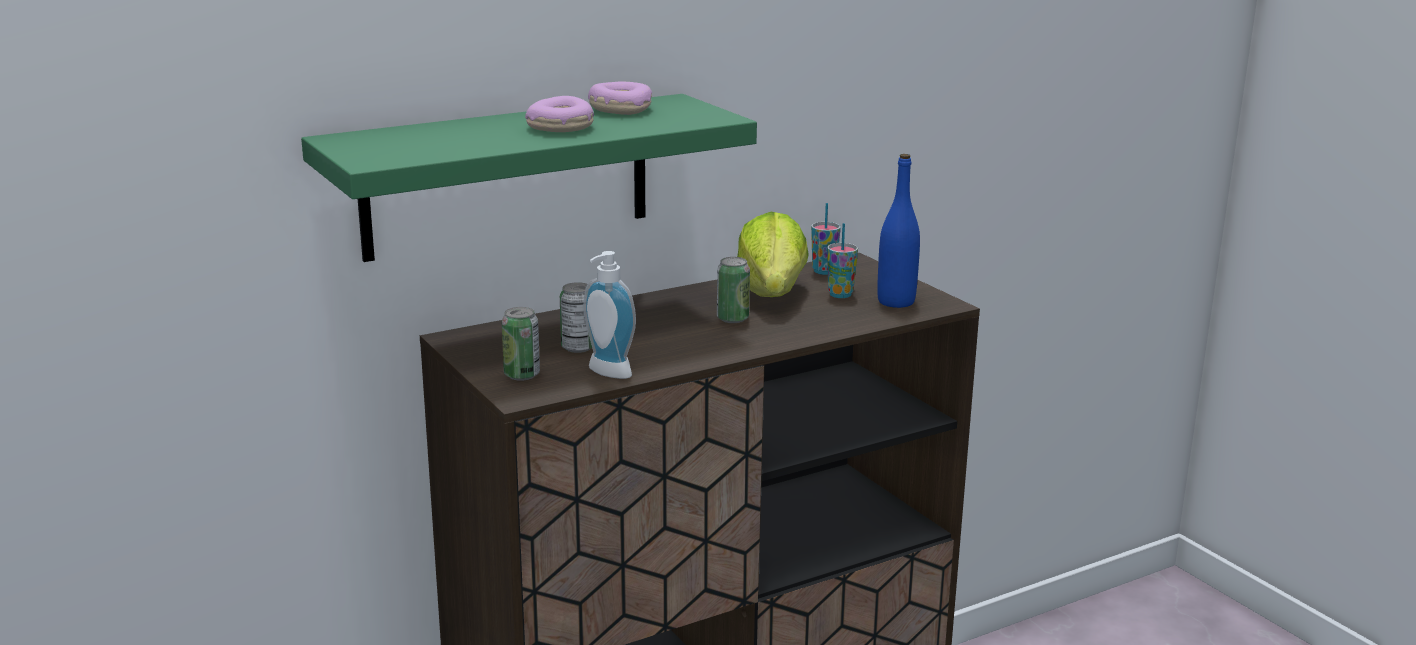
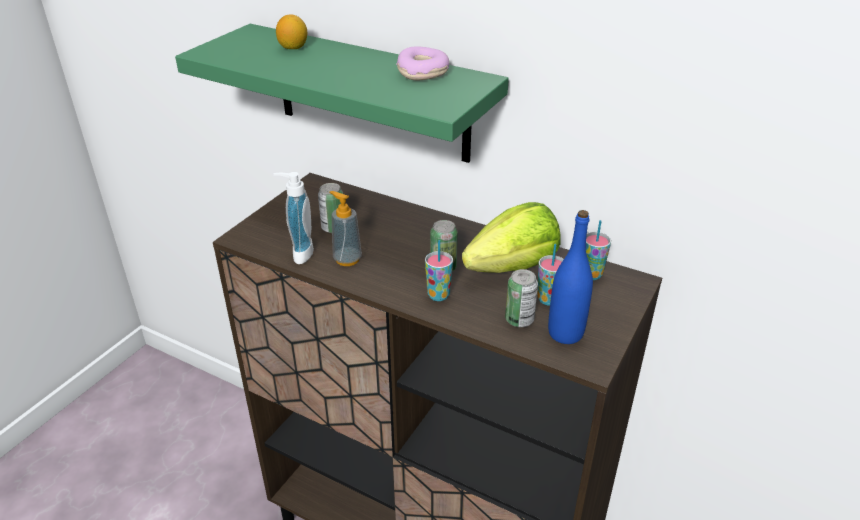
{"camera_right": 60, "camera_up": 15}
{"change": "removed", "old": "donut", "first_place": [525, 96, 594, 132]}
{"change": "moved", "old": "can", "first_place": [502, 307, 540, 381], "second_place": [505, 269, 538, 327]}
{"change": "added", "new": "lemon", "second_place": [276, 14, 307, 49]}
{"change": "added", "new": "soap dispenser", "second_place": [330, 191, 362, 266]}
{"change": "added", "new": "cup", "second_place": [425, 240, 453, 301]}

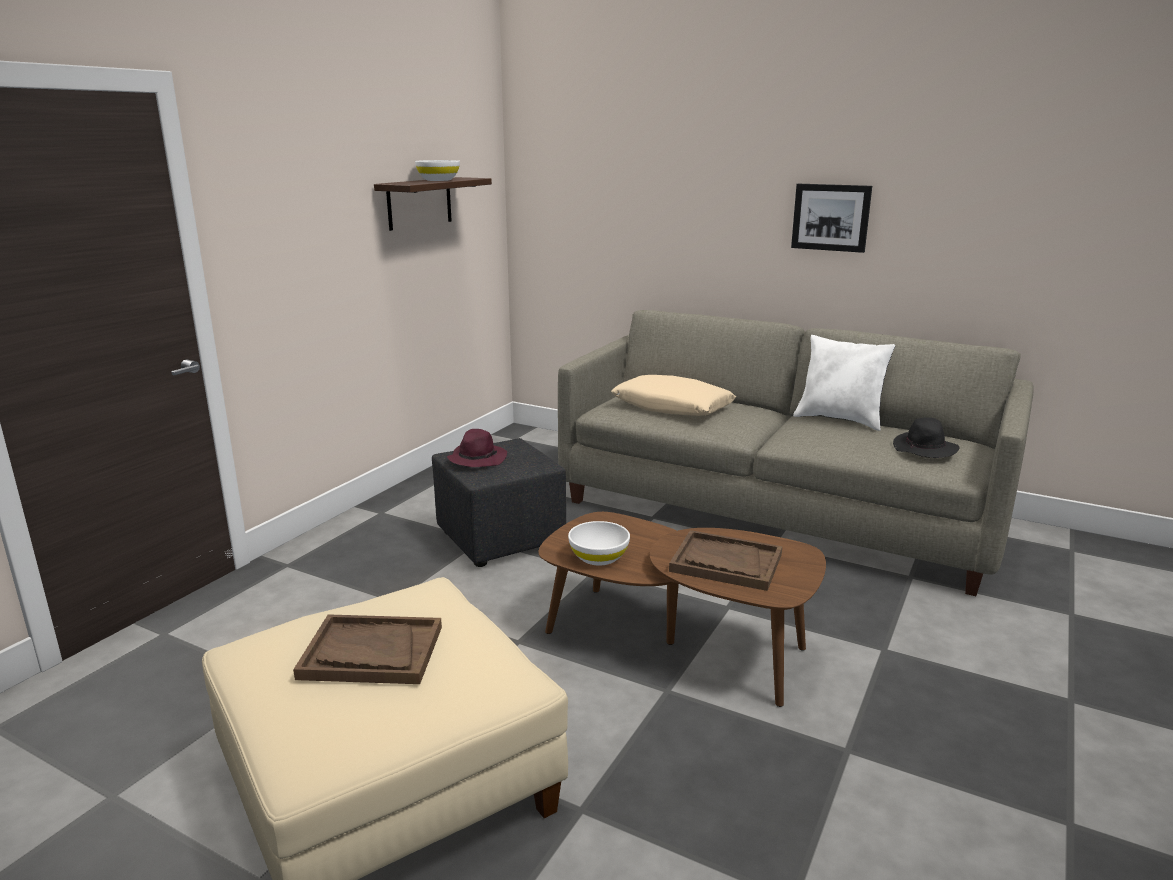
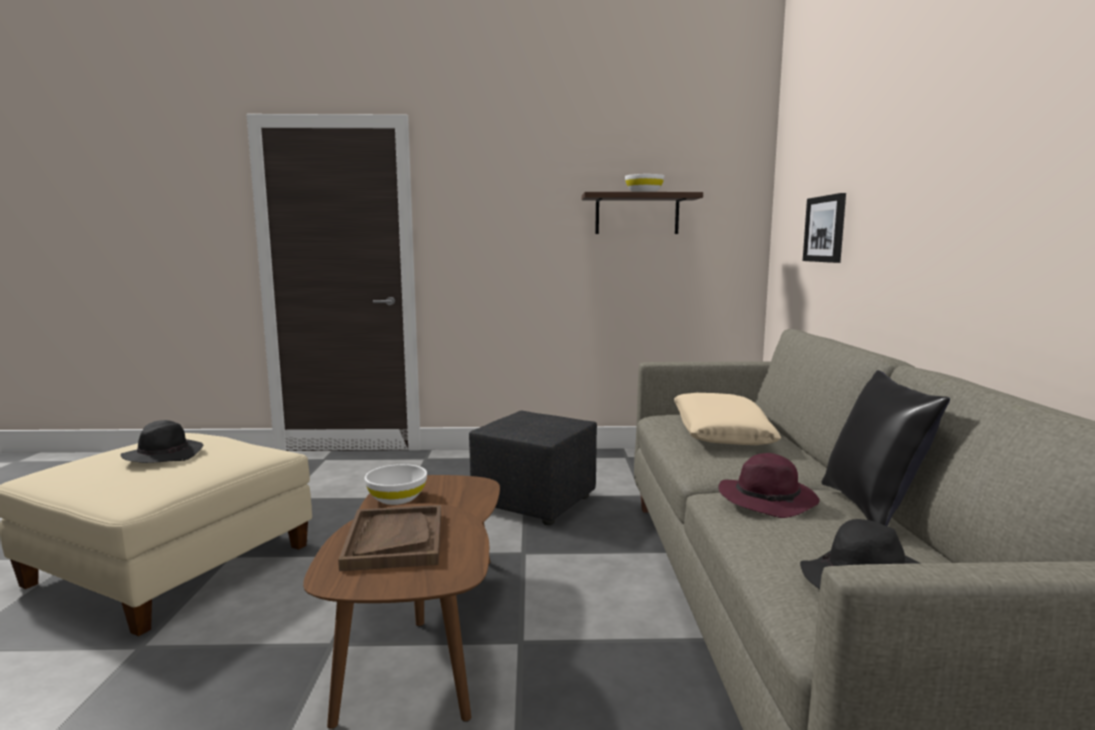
{"camera_right": 60, "camera_up": -10}
{"change": "moved", "old": "picture", "first_place": [791, 184, 872, 253], "second_place": [803, 193, 846, 263]}
{"change": "recoloured", "old": "white pillow", "new": "black pillow", "first_place": [793, 335, 895, 431], "second_place": [821, 370, 950, 526]}
{"change": "moved", "old": "purple hat", "first_place": [447, 429, 507, 467], "second_place": [718, 453, 820, 518]}
{"change": "replaced", "old": "brown tray", "new": "black hat", "first_place": [293, 614, 442, 684], "second_place": [121, 420, 203, 463]}

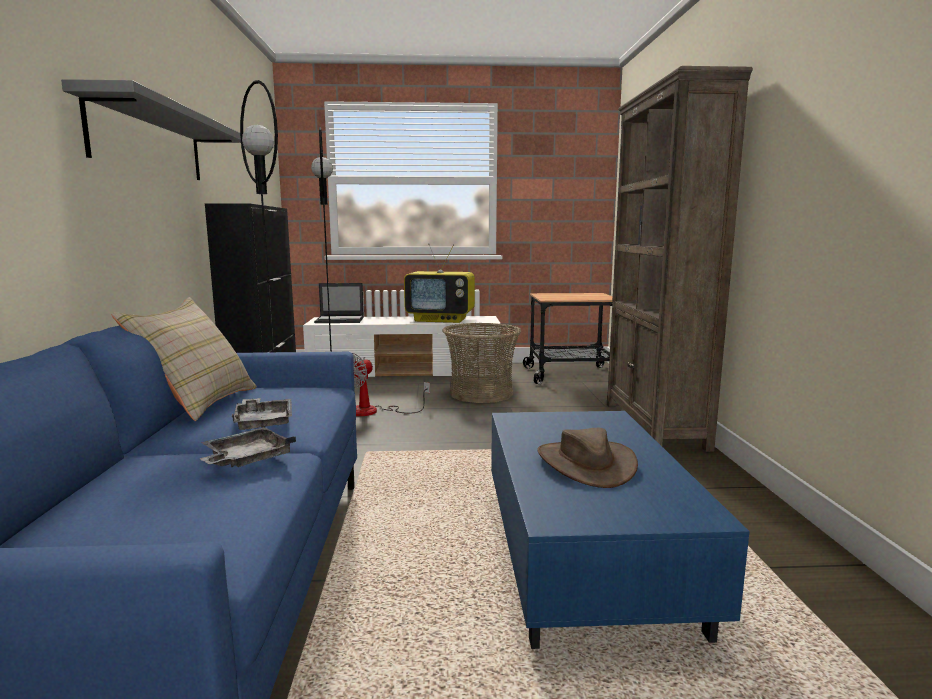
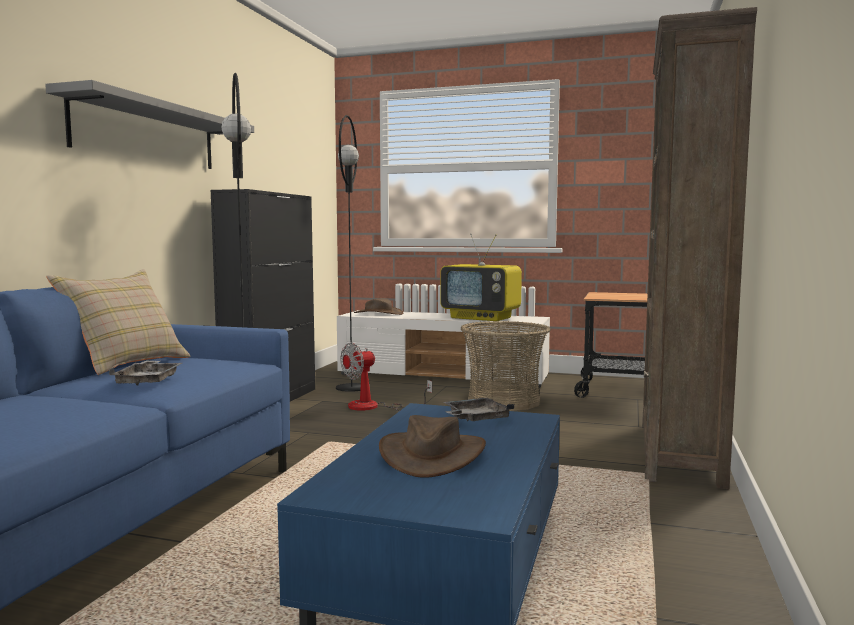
{"camera_right": 20, "camera_up": -5}
{"change": "replaced", "old": "laptop", "new": "brown hat", "first_place": [314, 283, 364, 323], "second_place": [354, 298, 403, 315]}
{"change": "moved", "old": "grey tray", "first_place": [199, 427, 296, 467], "second_place": [444, 398, 514, 421]}

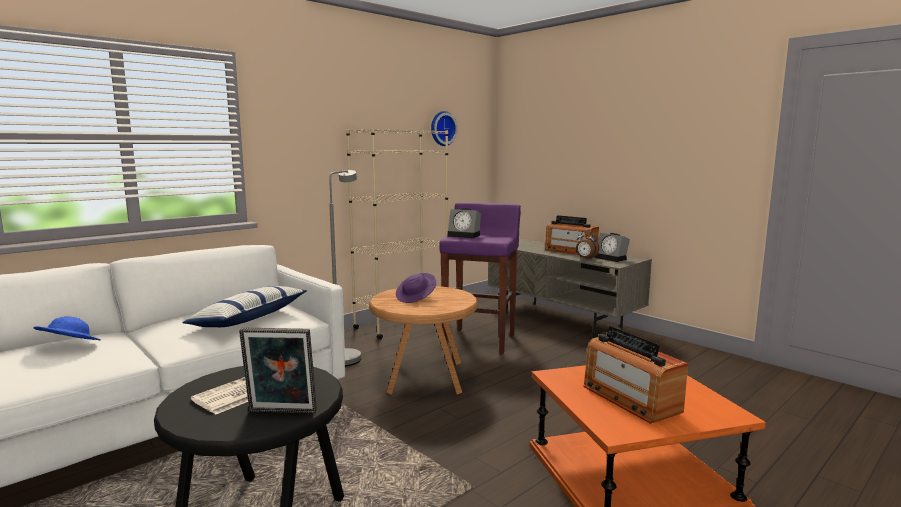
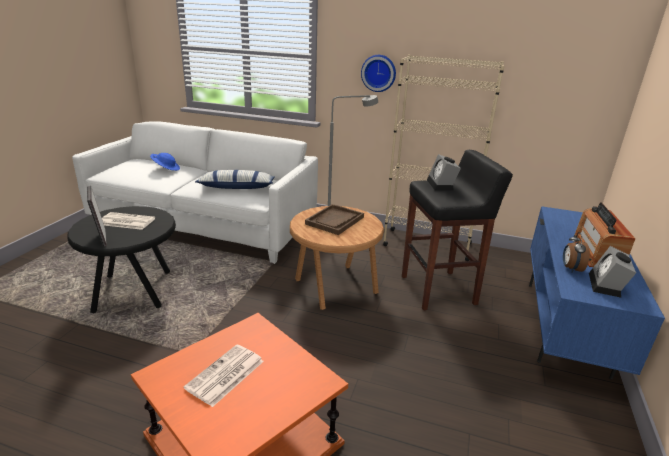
{"camera_right": 60, "camera_up": 15}
{"change": "moved", "old": "wall clock", "first_place": [431, 111, 458, 146], "second_place": [361, 55, 396, 92]}
{"change": "recoloured", "old": "purple stool", "new": "black stool", "first_place": [439, 202, 521, 354], "second_place": [402, 150, 513, 310]}
{"change": "recoloured", "old": "grey tv stand", "new": "blue tv stand", "first_place": [488, 239, 652, 338], "second_place": [529, 206, 665, 380]}
{"change": "replaced", "old": "purple hat", "new": "brown tray", "first_place": [396, 273, 436, 303], "second_place": [305, 204, 364, 235]}
{"change": "replaced", "old": "radio", "new": "newspaper", "first_place": [584, 326, 688, 424], "second_place": [184, 344, 264, 407]}

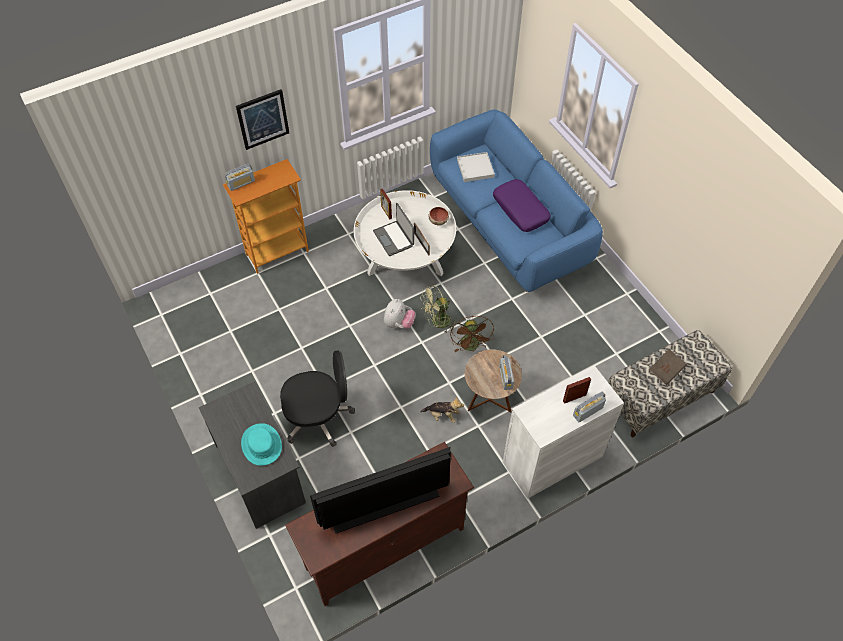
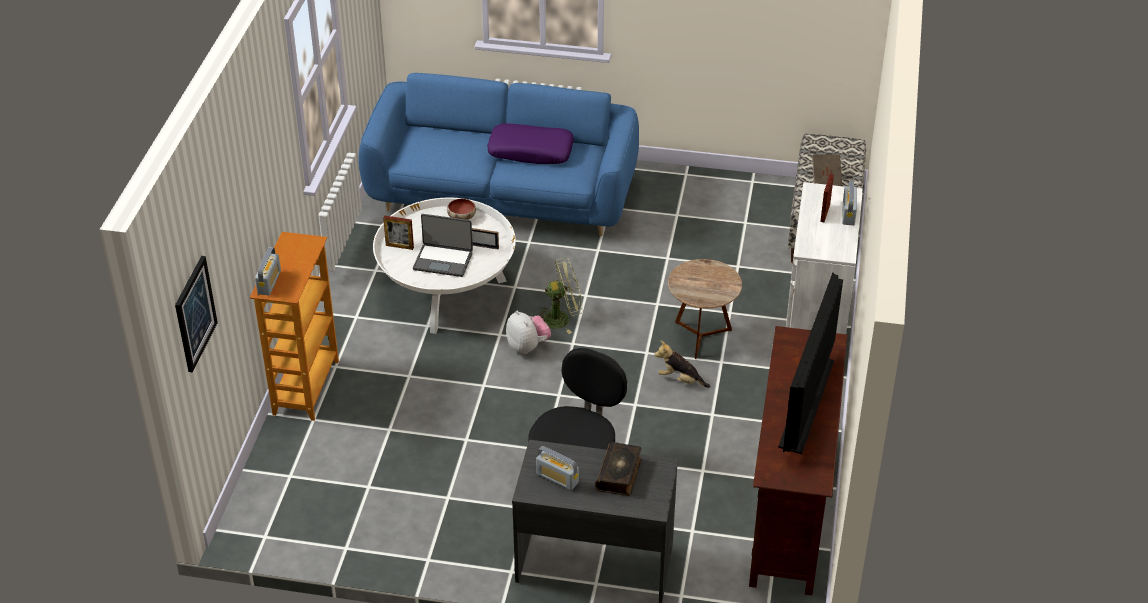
{"camera_right": -50, "camera_up": -15}
{"change": "moved", "old": "picture", "first_place": [236, 89, 289, 150], "second_place": [175, 256, 218, 372]}
{"change": "removed", "old": "white tray", "first_place": [457, 152, 495, 182]}
{"change": "turned", "old": "green fan", "first_place": [420, 284, 457, 334], "second_place": [536, 257, 583, 334], "degrees": -120}
{"change": "removed", "old": "brown fan", "first_place": [450, 316, 494, 352]}
{"change": "moved", "old": "radio", "first_place": [499, 355, 514, 390], "second_place": [536, 446, 579, 490]}
{"change": "turned", "old": "plush toy", "first_place": [420, 397, 464, 423], "second_place": [654, 341, 710, 388], "degrees": -120}
{"change": "replaced", "old": "turquoise hat", "new": "book", "first_place": [241, 423, 282, 466], "second_place": [595, 442, 642, 496]}

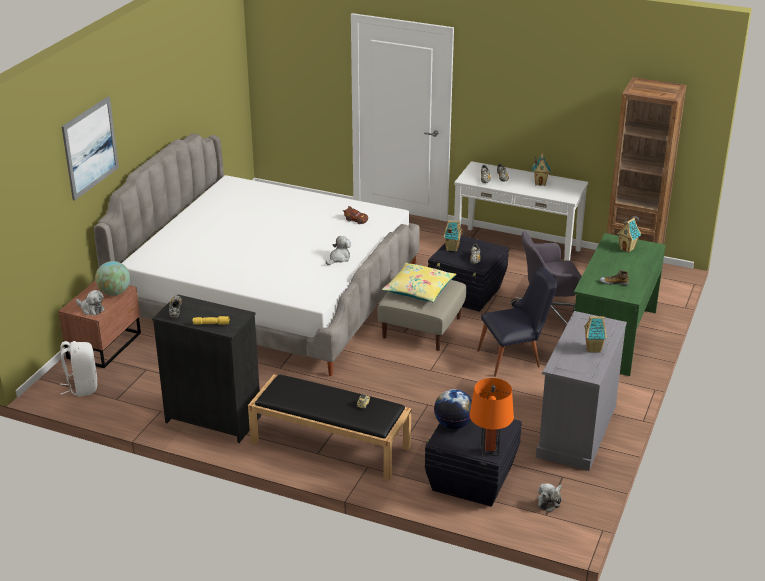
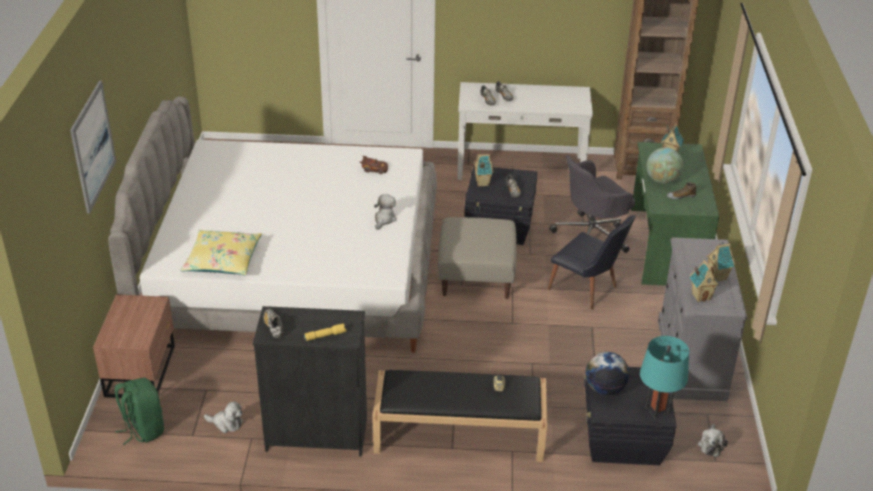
{"camera_right": -20, "camera_up": 5}
{"change": "moved", "old": "toy house", "first_place": [532, 153, 550, 186], "second_place": [689, 260, 719, 302]}
{"change": "moved", "old": "globe", "first_place": [95, 261, 130, 295], "second_place": [647, 148, 683, 184]}
{"change": "moved", "old": "yellow pillow", "first_place": [382, 263, 456, 302], "second_place": [180, 230, 262, 275]}
{"change": "turned", "old": "black chair", "first_place": [477, 267, 557, 377], "second_place": [548, 215, 636, 310], "degrees": 75}
{"change": "moved", "old": "plush toy", "first_place": [76, 290, 105, 315], "second_place": [204, 401, 243, 433]}
{"change": "recoloured", "old": "white backpack", "new": "green backpack", "first_place": [60, 341, 97, 397], "second_place": [114, 378, 164, 445]}
{"change": "recoloured", "old": "orange table lamp", "new": "turquoise table lamp", "first_place": [469, 378, 514, 456], "second_place": [640, 336, 689, 419]}

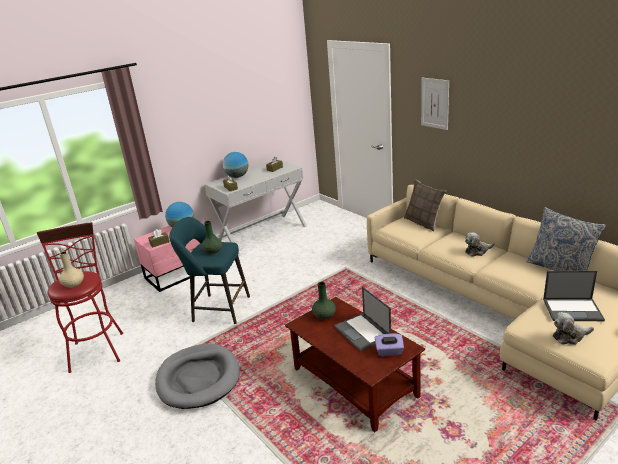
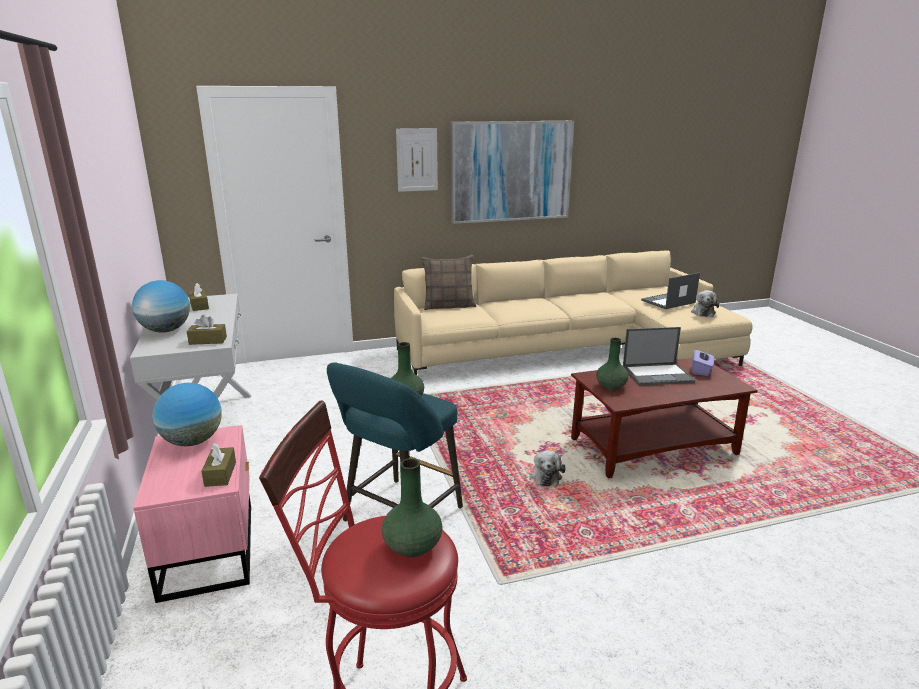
{"camera_right": -70, "camera_up": -5}
{"change": "removed", "old": "pillow", "first_place": [526, 207, 606, 271]}
{"change": "moved", "old": "plush toy", "first_place": [465, 232, 494, 257], "second_place": [530, 450, 566, 486]}
{"change": "recoloured", "old": "beige vase", "new": "green vase", "first_place": [59, 251, 84, 288], "second_place": [382, 458, 443, 557]}
{"change": "turned", "old": "laptop", "first_place": [543, 271, 605, 321], "second_place": [641, 273, 700, 309], "degrees": -150}
{"change": "removed", "old": "grey dog bed", "first_place": [155, 344, 240, 409]}
{"change": "added", "new": "picture", "second_place": [450, 121, 574, 224]}

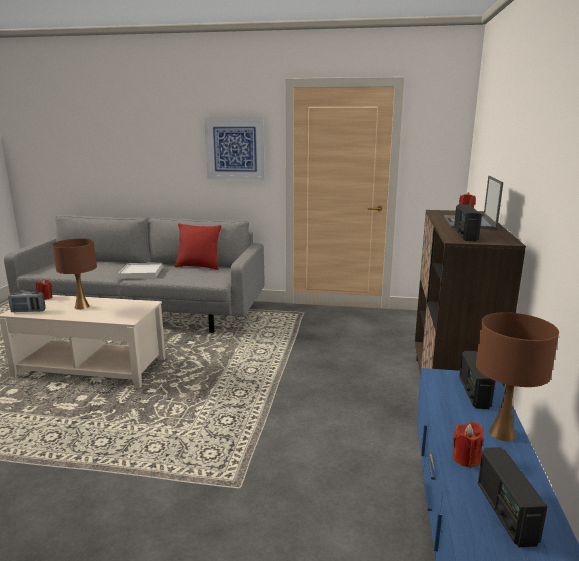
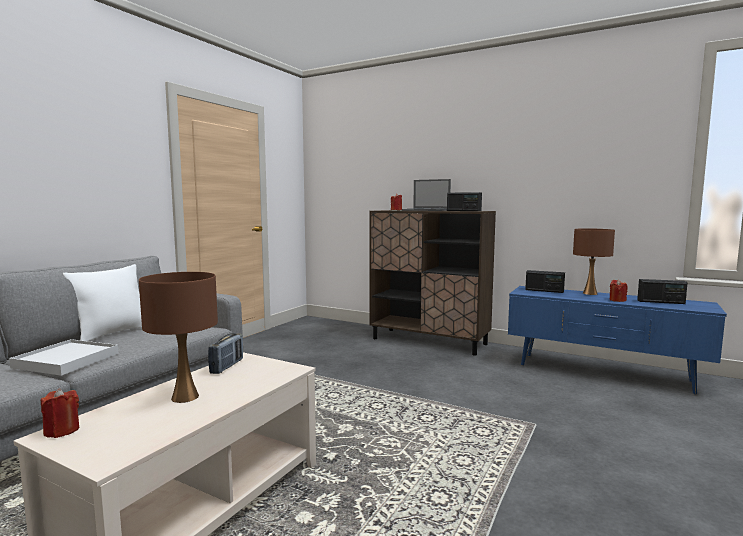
{"camera_right": -70, "camera_up": -10}
{"change": "removed", "old": "picture", "first_place": [204, 118, 265, 180]}
{"change": "recoloured", "old": "red pillow", "new": "white pillow", "first_place": [175, 223, 221, 270], "second_place": [63, 264, 142, 341]}
{"change": "moved", "old": "radio", "first_place": [8, 291, 46, 312], "second_place": [208, 333, 243, 374]}

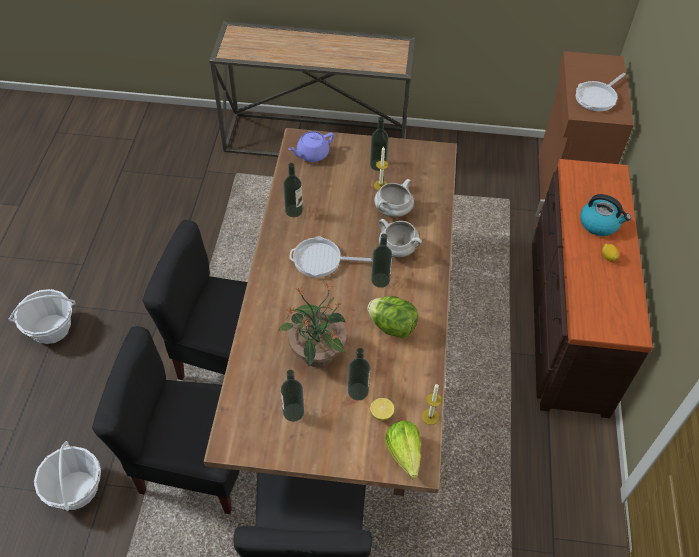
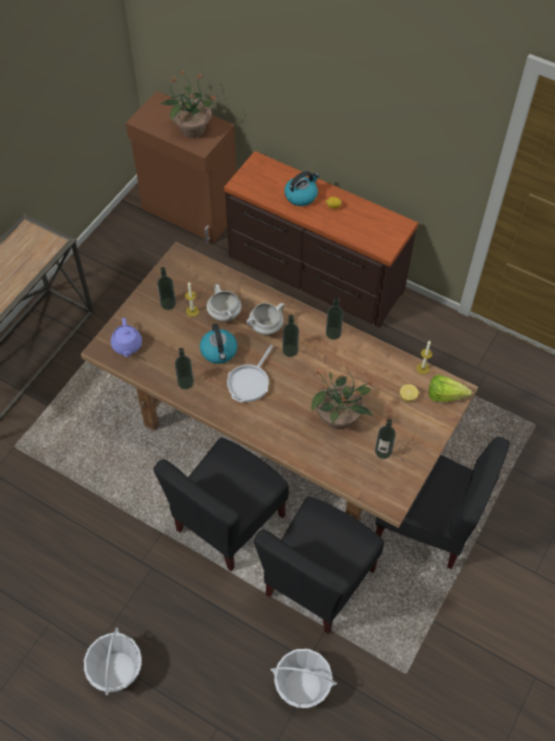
{"camera_right": -65, "camera_up": 5}
{"change": "replaced", "old": "frying pan", "new": "potted plant", "first_place": [576, 73, 626, 112], "second_place": [161, 69, 217, 138]}
{"change": "removed", "old": "lettuce", "first_place": [367, 296, 418, 339]}
{"change": "moved", "old": "bottle", "first_place": [348, 348, 370, 400], "second_place": [326, 297, 343, 340]}
{"change": "added", "new": "kettle", "second_place": [200, 324, 237, 364]}

